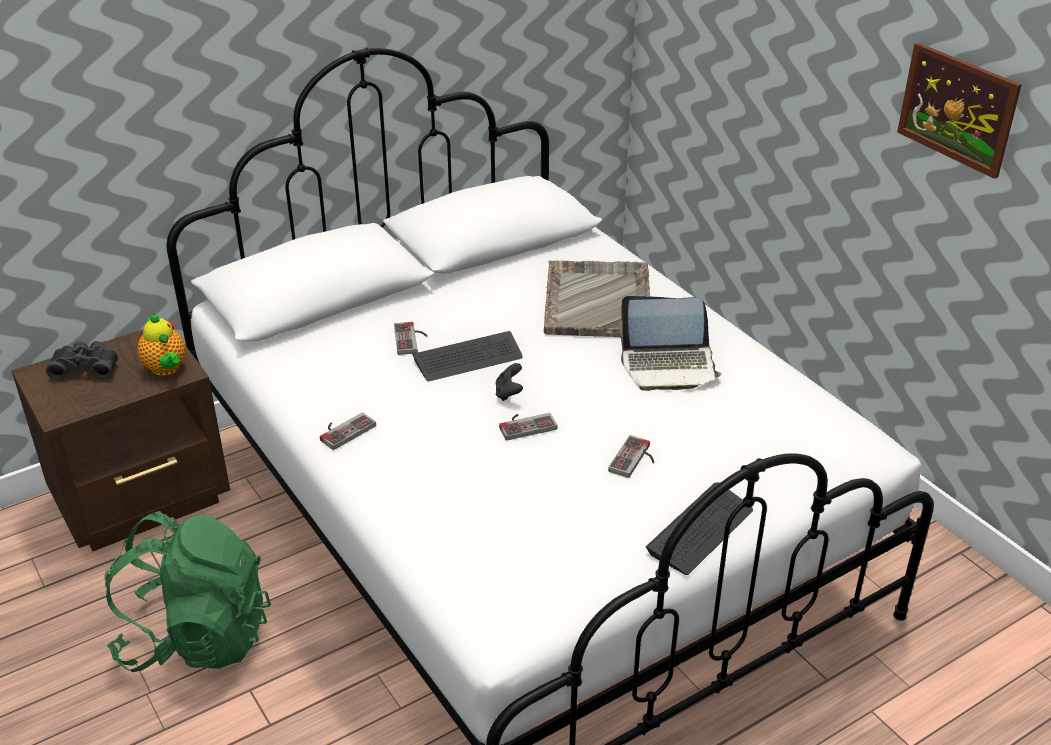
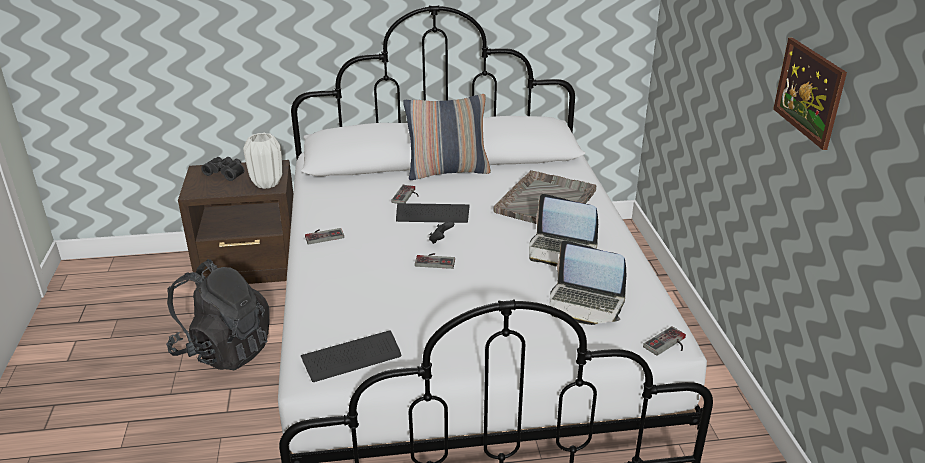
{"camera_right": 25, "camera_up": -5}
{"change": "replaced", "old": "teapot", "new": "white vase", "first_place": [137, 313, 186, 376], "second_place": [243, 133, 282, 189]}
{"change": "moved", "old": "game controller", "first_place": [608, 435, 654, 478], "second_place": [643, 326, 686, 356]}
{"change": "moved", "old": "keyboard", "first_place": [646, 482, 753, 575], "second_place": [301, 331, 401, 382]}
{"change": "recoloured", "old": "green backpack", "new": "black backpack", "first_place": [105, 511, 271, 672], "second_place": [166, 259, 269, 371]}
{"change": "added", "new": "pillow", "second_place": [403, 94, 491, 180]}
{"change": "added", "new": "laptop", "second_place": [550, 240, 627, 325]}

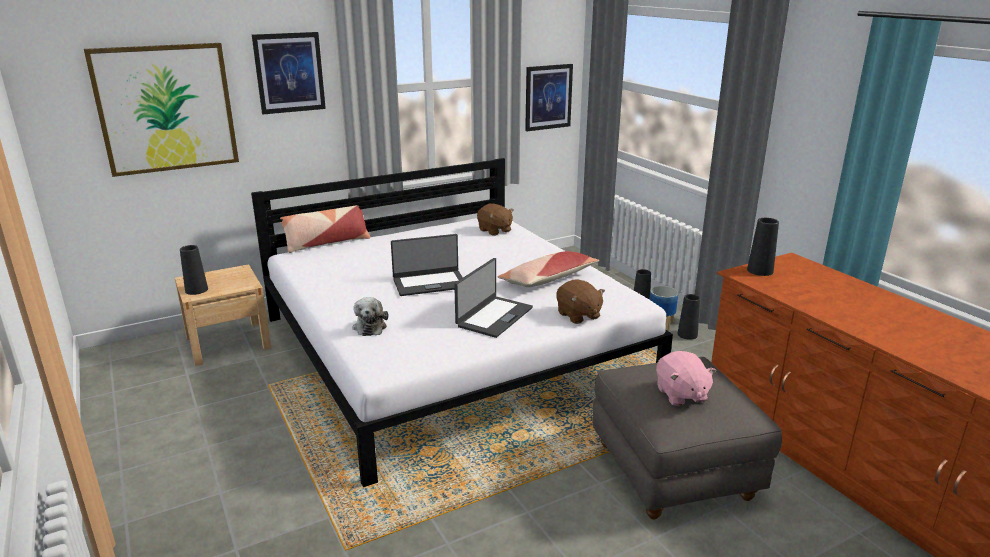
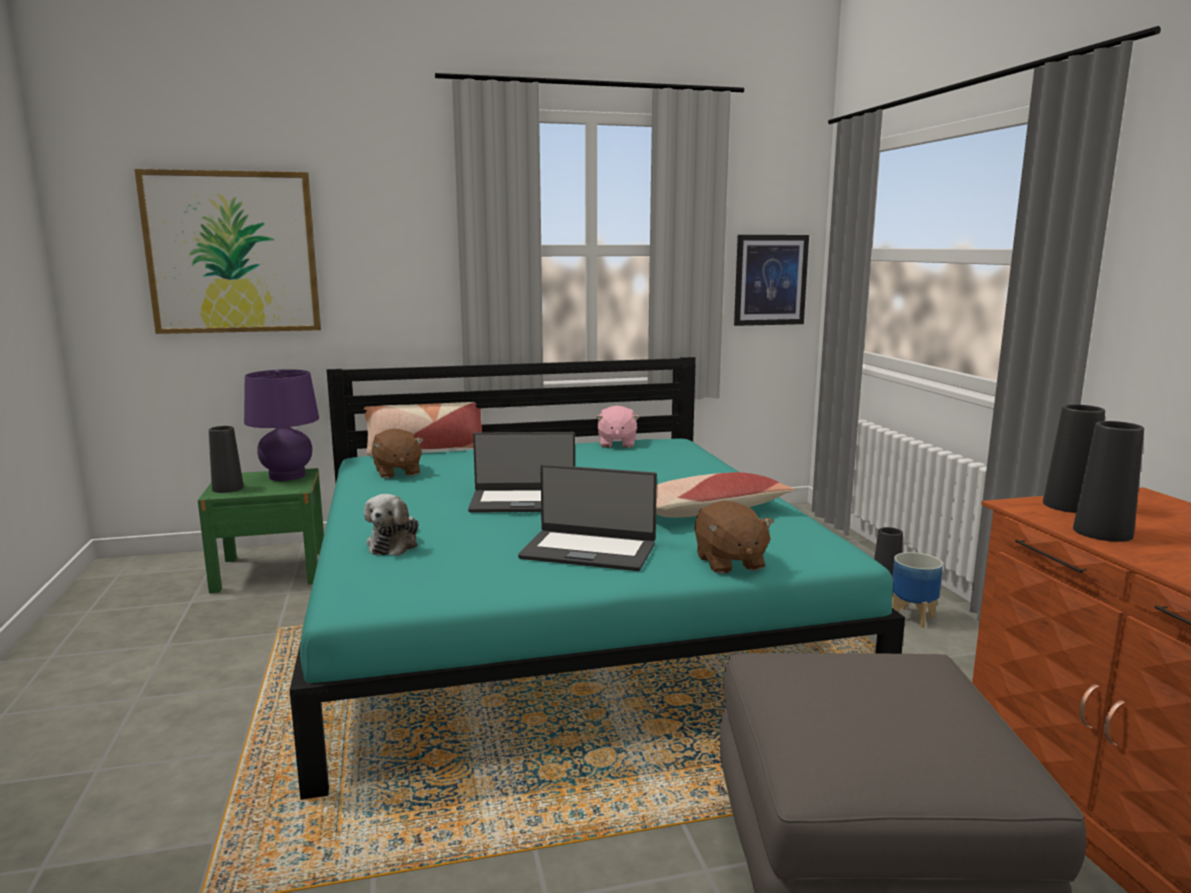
{"camera_right": 15, "camera_up": -10}
{"change": "removed", "old": "picture", "first_place": [252, 32, 326, 114]}
{"change": "recoloured", "old": "white bed", "new": "turquoise bed", "first_place": [251, 158, 673, 487], "second_place": [290, 357, 905, 800]}
{"change": "moved", "old": "brown plush toy", "first_place": [477, 203, 514, 236], "second_place": [372, 428, 424, 478]}
{"change": "turned", "old": "laptop", "first_place": [454, 258, 533, 338], "second_place": [518, 464, 657, 571], "degrees": 60}
{"change": "recoloured", "old": "beige nightstand", "new": "green nightstand", "first_place": [175, 264, 271, 366], "second_place": [198, 468, 324, 593]}
{"change": "moved", "old": "black vase", "first_place": [677, 294, 700, 340], "second_place": [1073, 421, 1144, 542]}
{"change": "moved", "old": "pink plush toy", "first_place": [656, 351, 716, 406], "second_place": [596, 405, 640, 448]}
{"change": "added", "new": "purple table lamp", "second_place": [244, 369, 319, 481]}

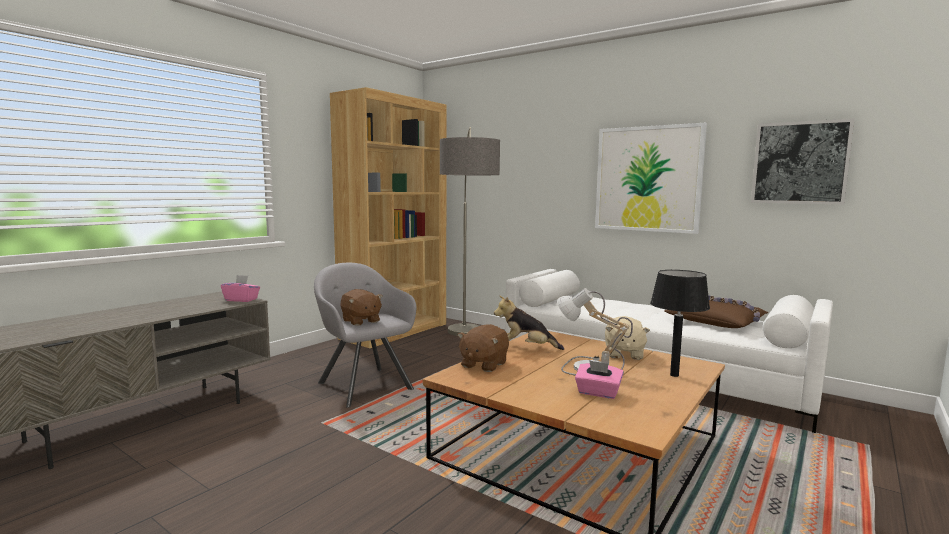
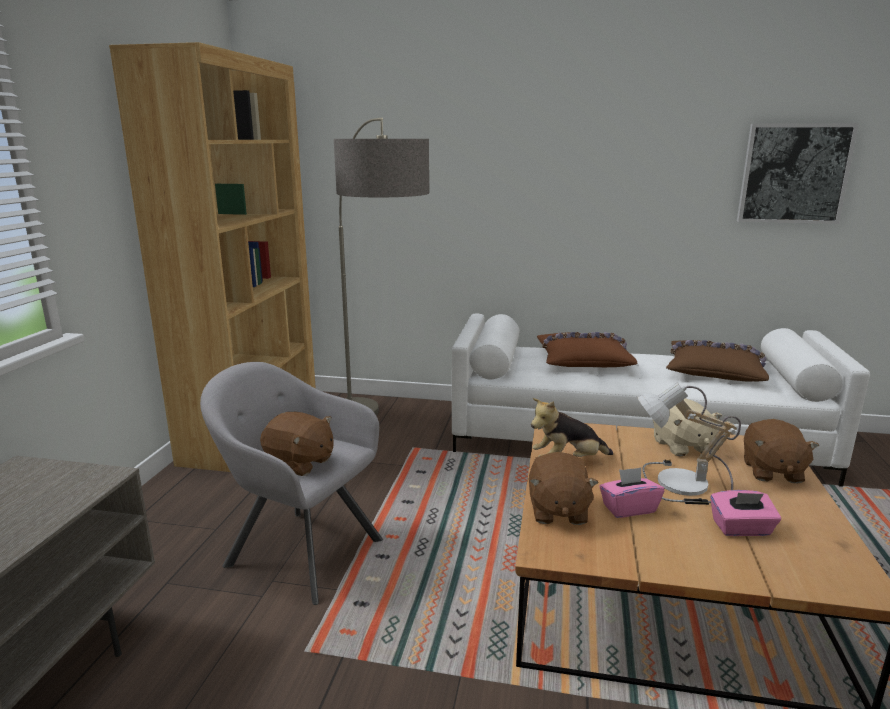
{"camera_right": -25, "camera_up": 10}
{"change": "removed", "old": "picture", "first_place": [595, 123, 707, 234]}
{"change": "replaced", "old": "black table lamp", "new": "brown plush toy", "first_place": [650, 270, 710, 377], "second_place": [744, 419, 819, 483]}
{"change": "moved", "old": "pink tissue box", "first_place": [221, 275, 260, 302], "second_place": [599, 467, 664, 518]}
{"change": "added", "new": "brown pillow", "second_place": [537, 332, 638, 367]}

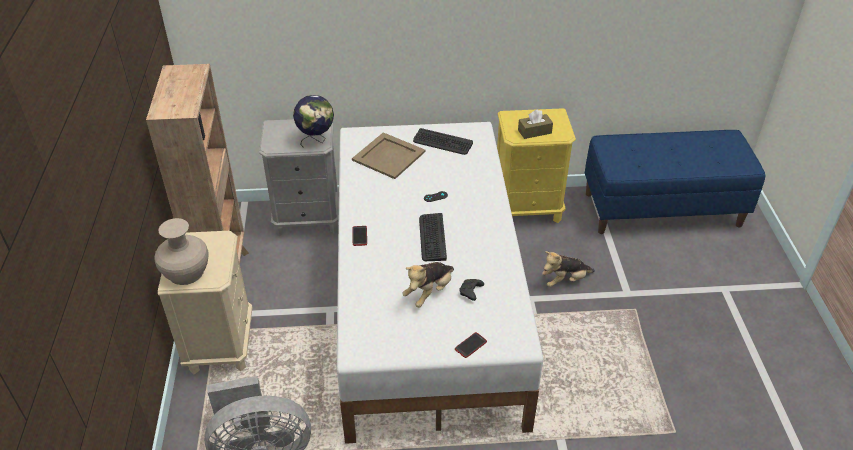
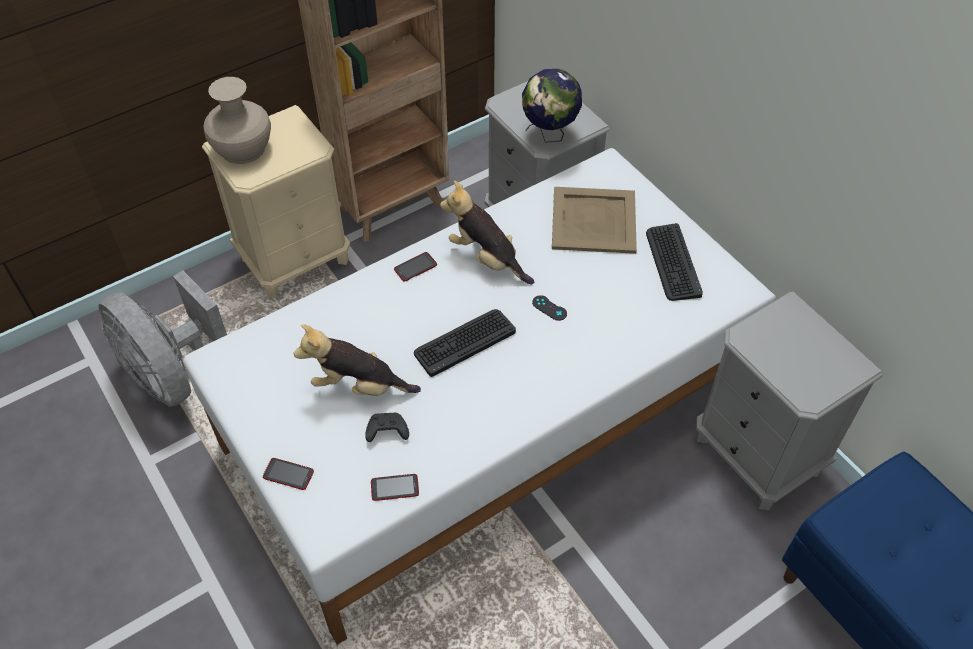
{"camera_right": 60, "camera_up": 10}
{"change": "recoloured", "old": "yellow nightstand", "new": "grey nightstand", "first_place": [497, 108, 576, 223], "second_place": [696, 292, 883, 510]}
{"change": "removed", "old": "brown tissue box", "first_place": [518, 109, 553, 139]}
{"change": "moved", "old": "plush toy", "first_place": [542, 251, 595, 287], "second_place": [440, 181, 534, 285]}
{"change": "added", "new": "phone", "second_place": [371, 474, 419, 501]}

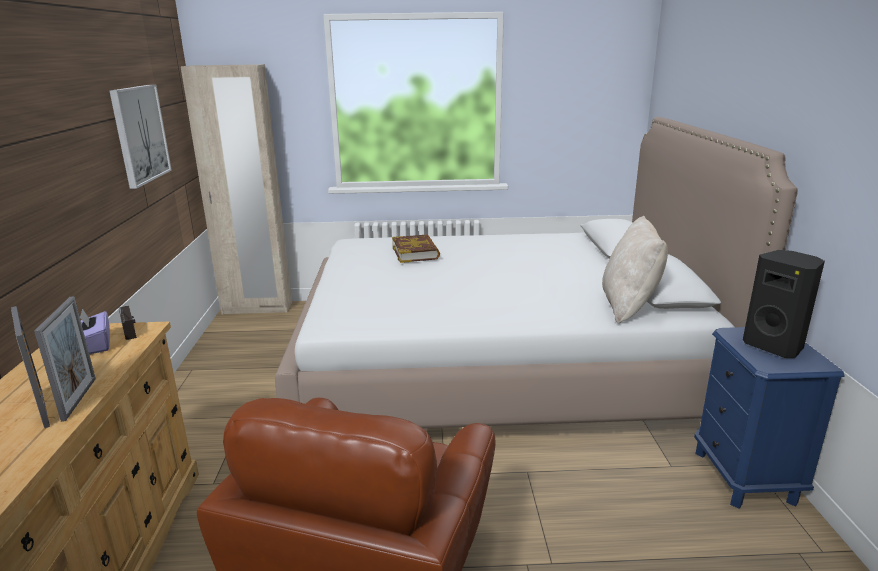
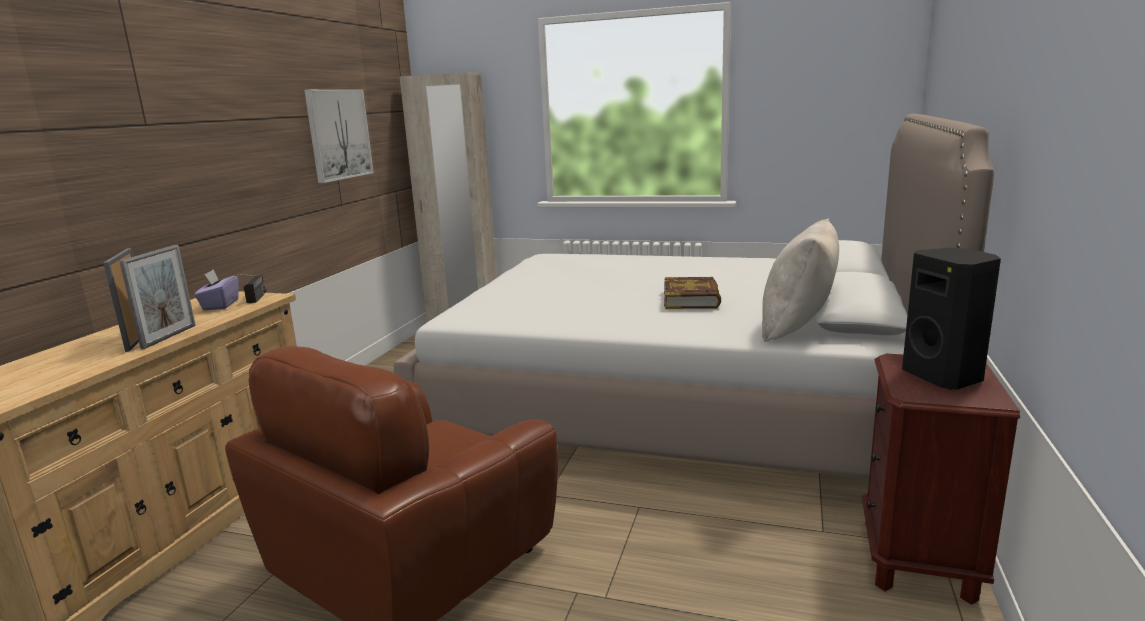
{"camera_right": 20, "camera_up": -5}
{"change": "moved", "old": "book", "first_place": [392, 235, 440, 263], "second_place": [664, 277, 721, 309]}
{"change": "recoloured", "old": "blue nightstand", "new": "brown nightstand", "first_place": [694, 327, 845, 509], "second_place": [862, 354, 1020, 605]}

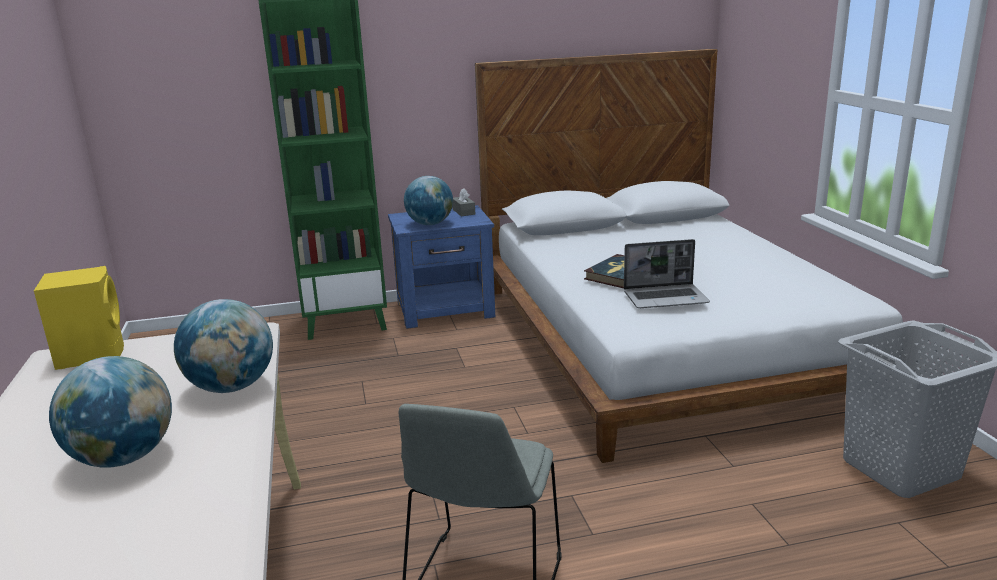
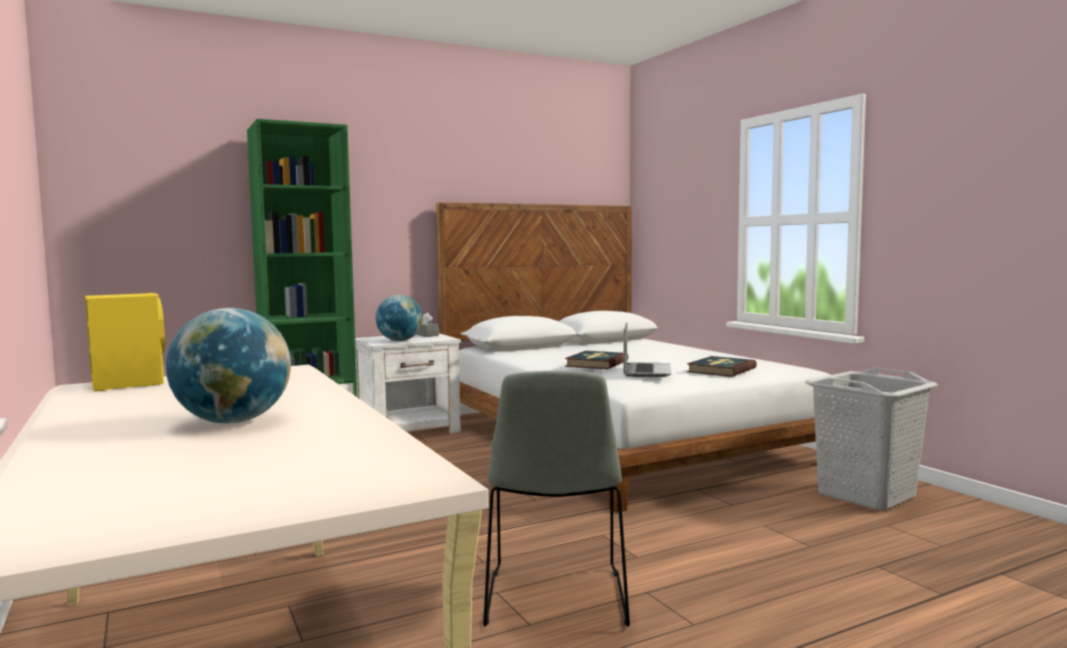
{"camera_right": -15, "camera_up": -15}
{"change": "recoloured", "old": "blue nightstand", "new": "white nightstand", "first_place": [388, 205, 495, 329], "second_place": [355, 333, 461, 434]}
{"change": "turned", "old": "laptop", "first_place": [624, 239, 710, 308], "second_place": [623, 322, 671, 377], "degrees": -60}
{"change": "removed", "old": "globe", "first_place": [174, 299, 273, 393]}
{"change": "added", "new": "book", "second_place": [687, 356, 757, 377]}

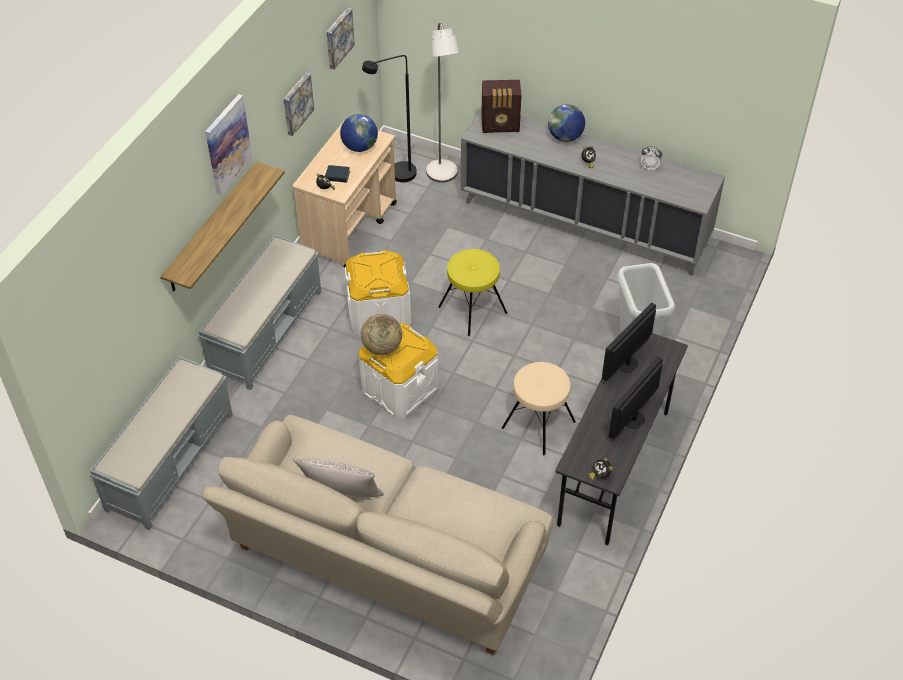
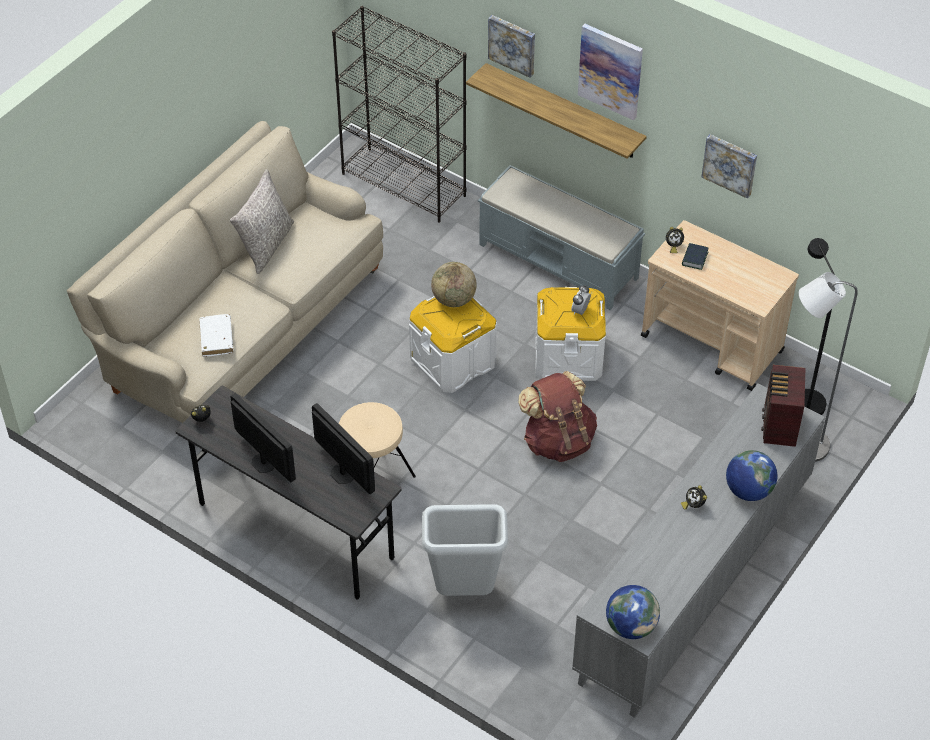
{"camera_right": 100, "camera_up": 0}
{"change": "moved", "old": "picture", "first_place": [326, 8, 355, 70], "second_place": [488, 15, 535, 78]}
{"change": "moved", "old": "globe", "first_place": [340, 114, 378, 152], "second_place": [606, 585, 660, 639]}
{"change": "moved", "old": "alarm clock", "first_place": [641, 146, 662, 170], "second_place": [571, 285, 591, 315]}
{"change": "replaced", "old": "yellow stool", "new": "brown backpack", "first_place": [438, 249, 507, 336], "second_place": [518, 371, 597, 462]}
{"change": "replaced", "old": "grey bench", "new": "black bookcase", "first_place": [89, 356, 233, 530], "second_place": [332, 6, 467, 223]}
{"change": "added", "new": "white book", "second_place": [199, 314, 234, 357]}

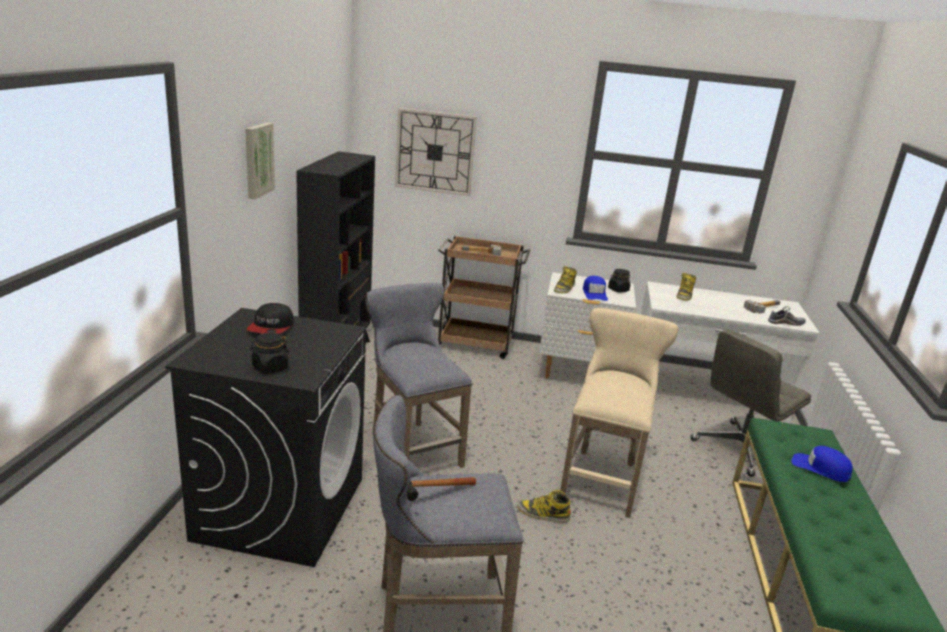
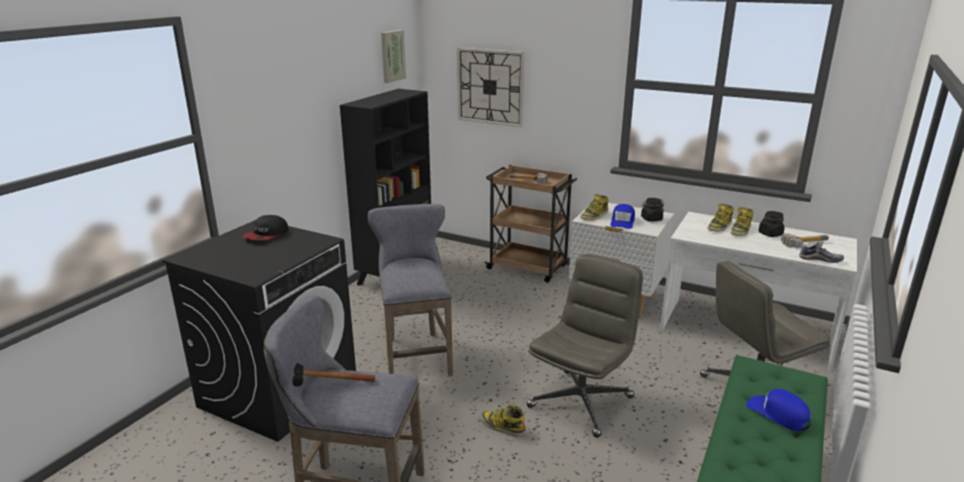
{"camera_right": 20, "camera_up": 0}
{"change": "moved", "old": "picture", "first_place": [245, 123, 275, 199], "second_place": [381, 30, 406, 83]}
{"change": "replaced", "old": "beige stool", "new": "grey office chair", "first_place": [560, 308, 678, 518], "second_place": [526, 254, 643, 438]}
{"change": "moved", "old": "black jar", "first_place": [250, 332, 289, 374], "second_place": [758, 211, 784, 237]}
{"change": "added", "new": "boot", "second_place": [731, 207, 754, 236]}

